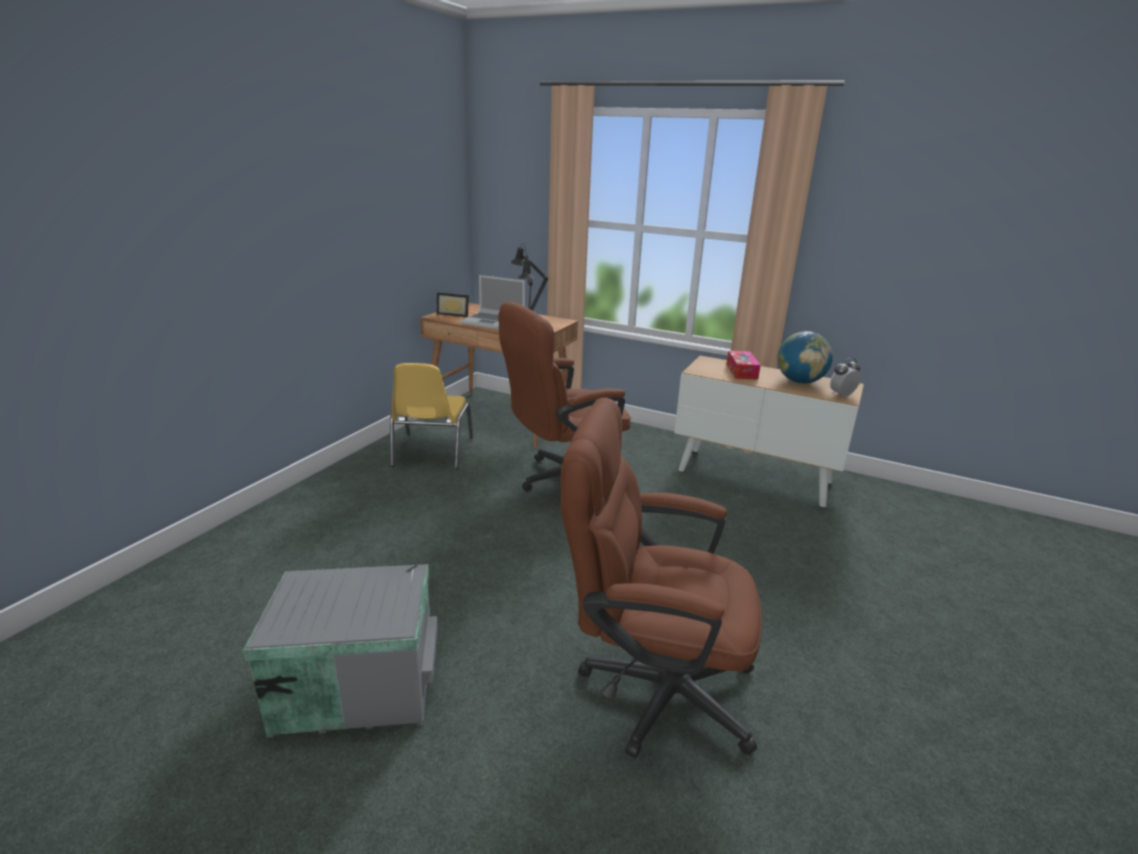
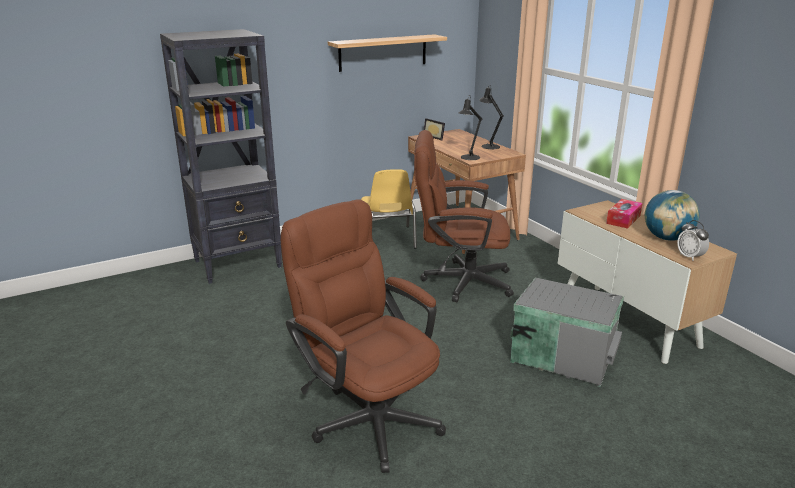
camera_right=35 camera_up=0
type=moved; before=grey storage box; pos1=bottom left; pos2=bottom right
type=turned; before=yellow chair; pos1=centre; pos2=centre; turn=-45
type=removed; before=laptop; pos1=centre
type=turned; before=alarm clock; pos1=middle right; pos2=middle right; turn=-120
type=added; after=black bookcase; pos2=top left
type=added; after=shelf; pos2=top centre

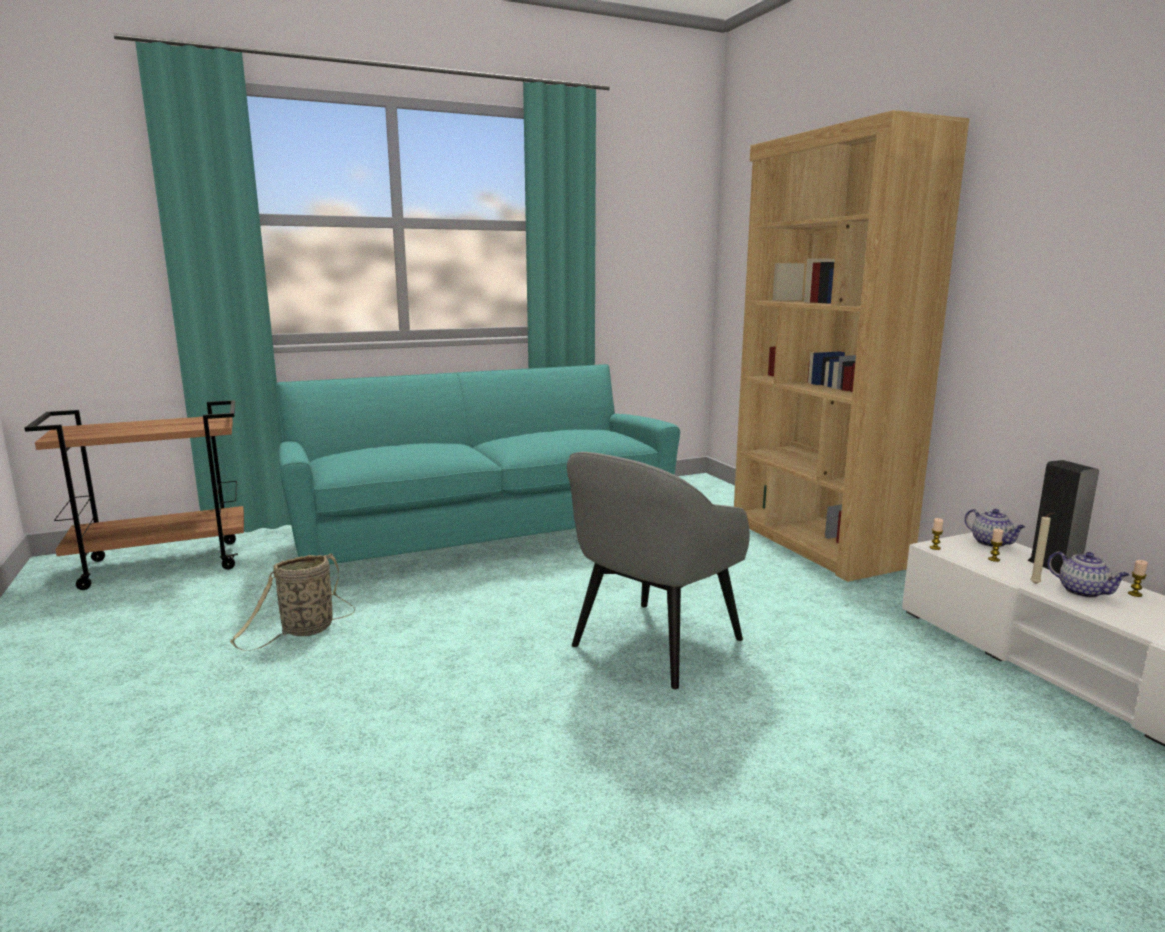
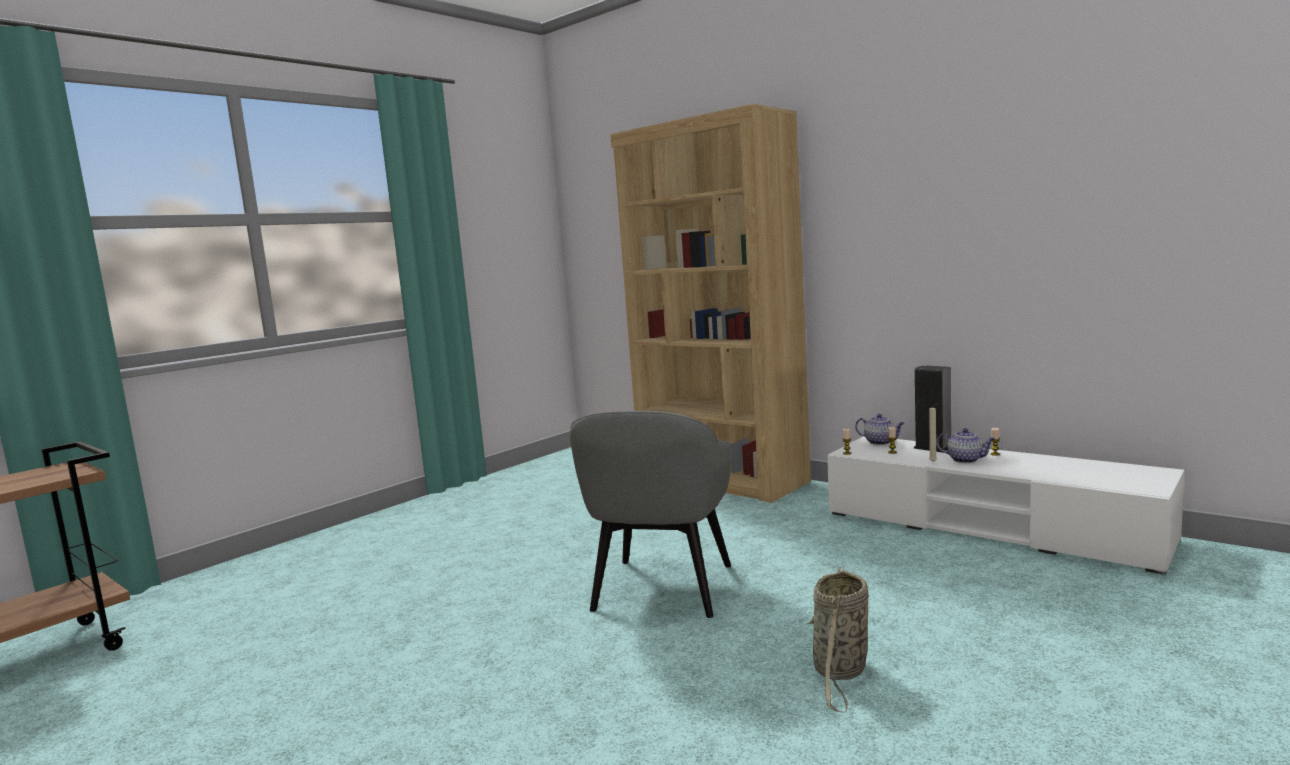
camera_right=-25 camera_up=-5
type=moved; before=basket; pos1=middle left; pos2=bottom centre
type=removed; before=turquoise sofa; pos1=centre

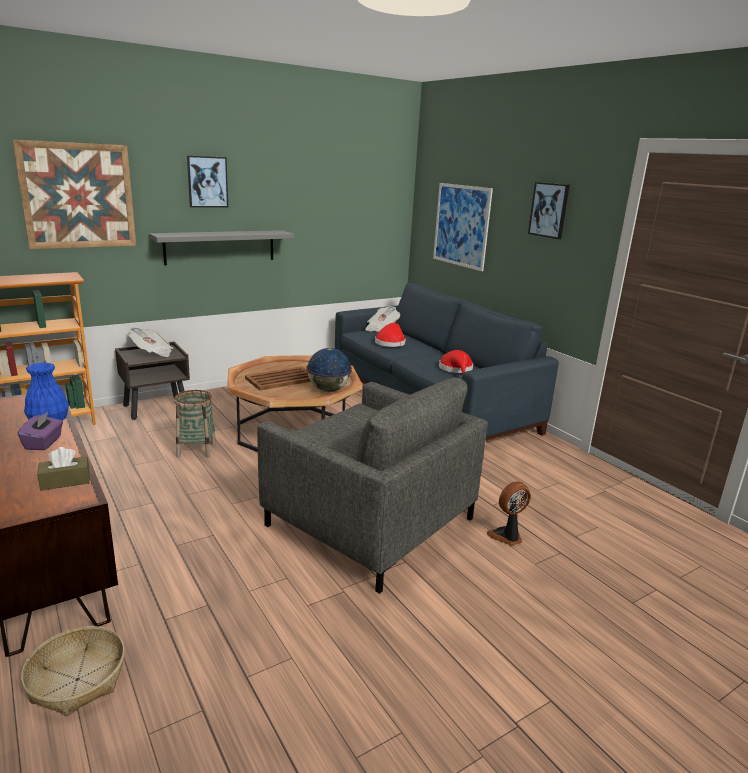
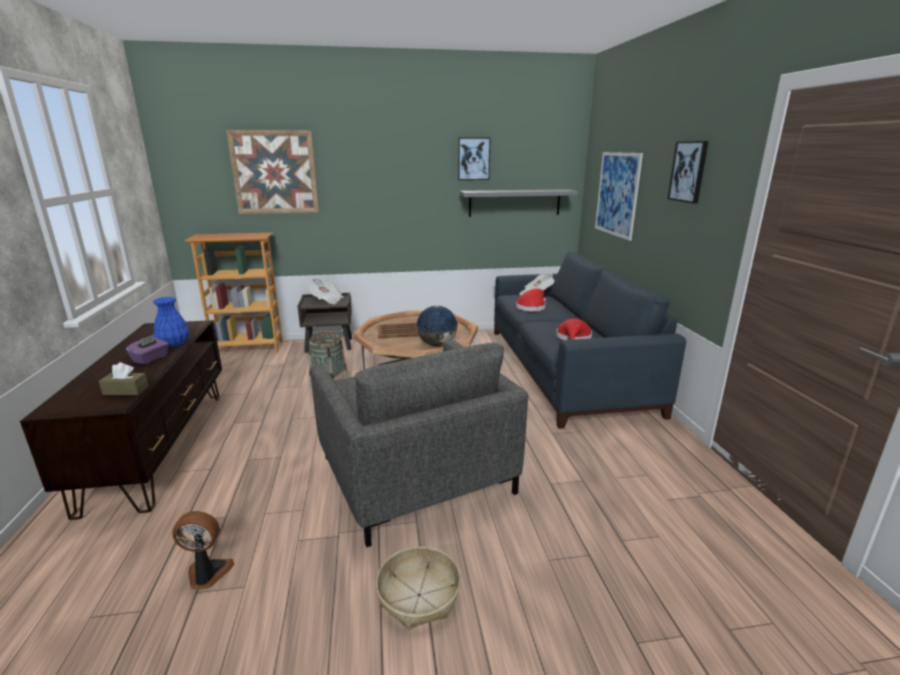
camera_right=25 camera_up=0
type=moved; before=basket (1st from left in the first image); after=basket (2nd from left); pos1=bottom left; pos2=bottom centre
type=moved; before=grey shelf; pos1=top left; pos2=top centre
type=moved; before=picture (2nd from left); pos1=top left; pos2=top centre
type=moved; before=fan; pos1=middle right; pos2=bottom left

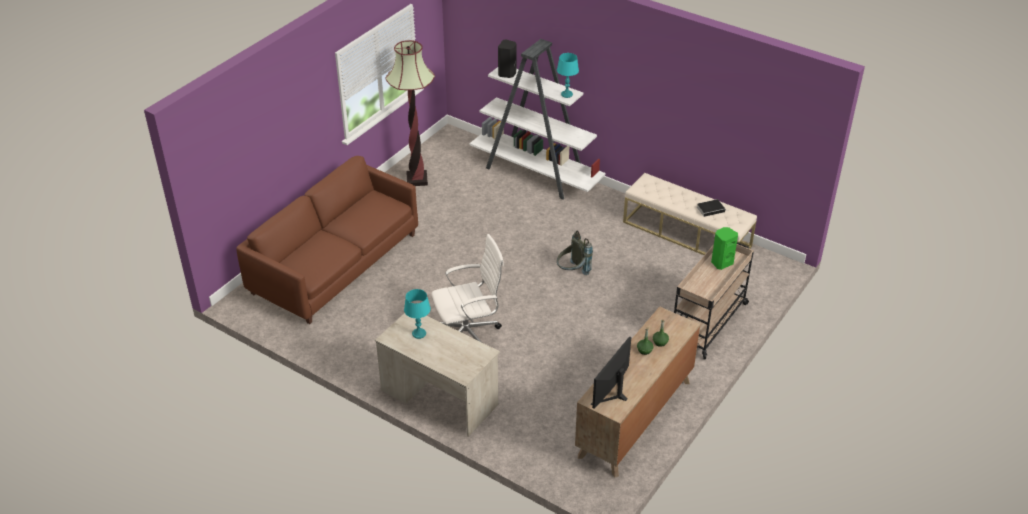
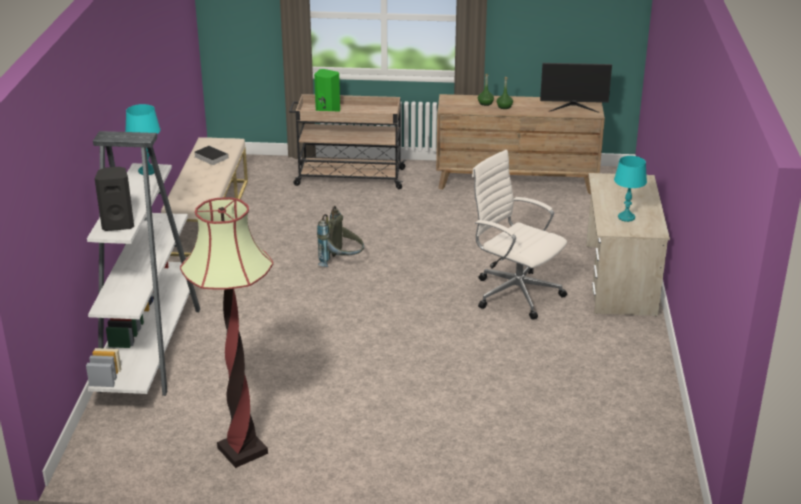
camera_right=-120 camera_up=-10
type=removed; before=brown sofa; pos1=middle left

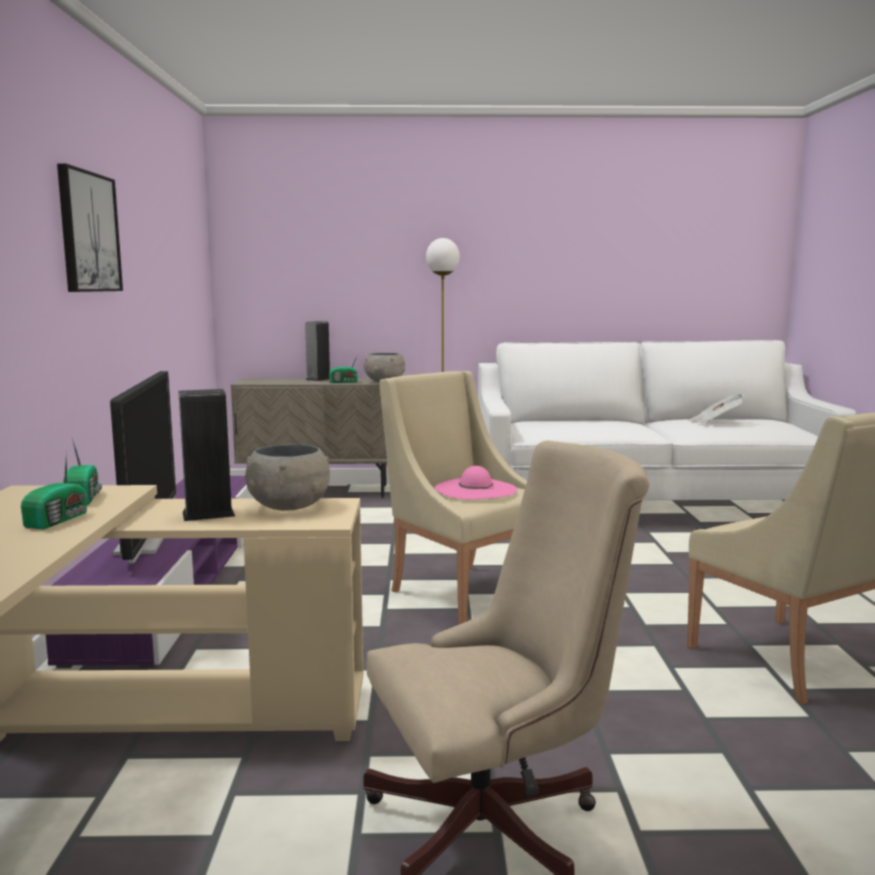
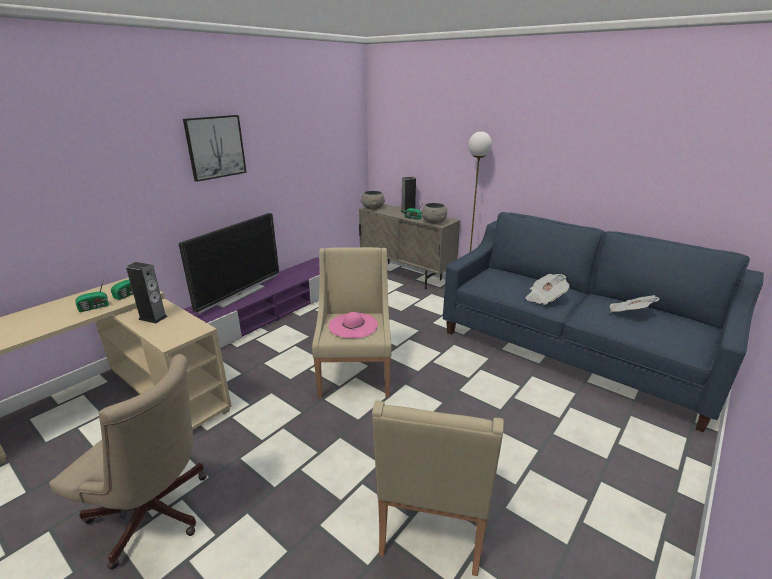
camera_right=40 camera_up=15
type=moved; before=grey bowl (1st from left); pos1=middle left; pos2=centre
type=recoloured; before=white sofa; after=blue sofa; pos1=middle right; pos2=middle right
type=added; after=newspaper (1st from left); pos2=middle right

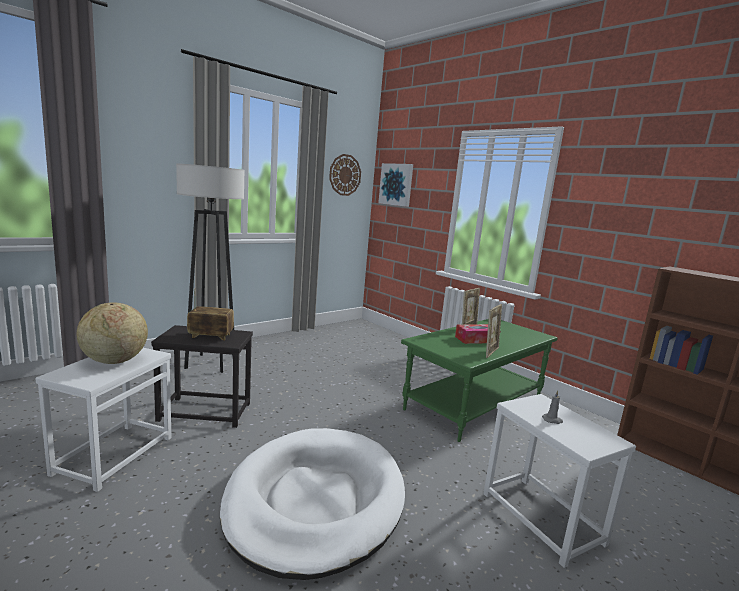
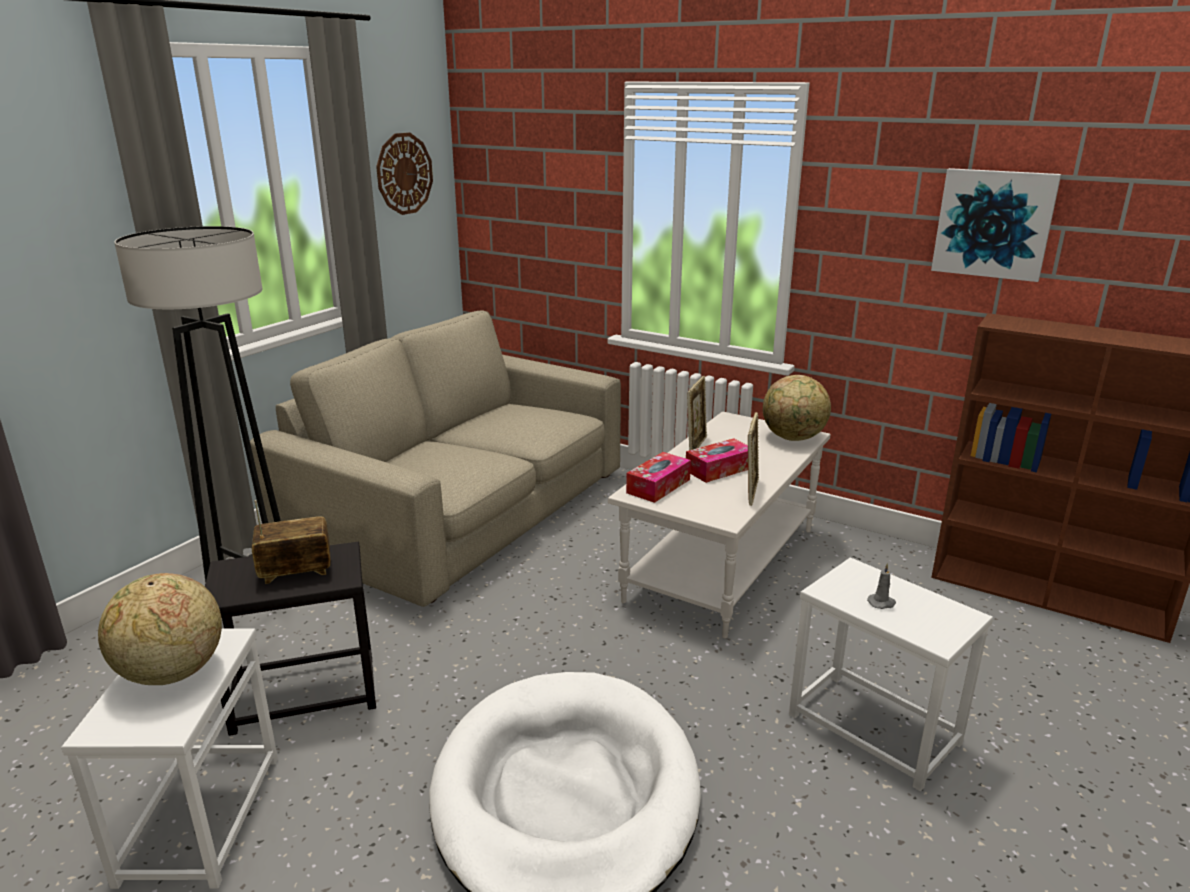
camera_right=-15 camera_up=10
type=moved; before=picture; pos1=top centre; pos2=top right
type=recoloured; before=green coffee table; after=white coffee table; pos1=centre; pos2=centre
type=added; after=beige sofa; pos2=centre
type=added; after=tissue box (1st from left); pos2=centre
type=added; after=globe (2nd from left); pos2=middle right

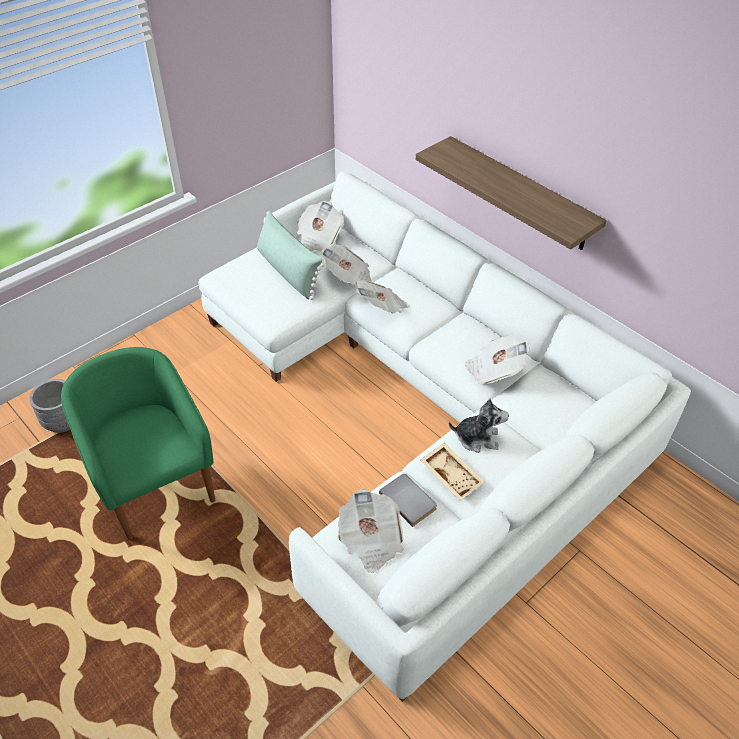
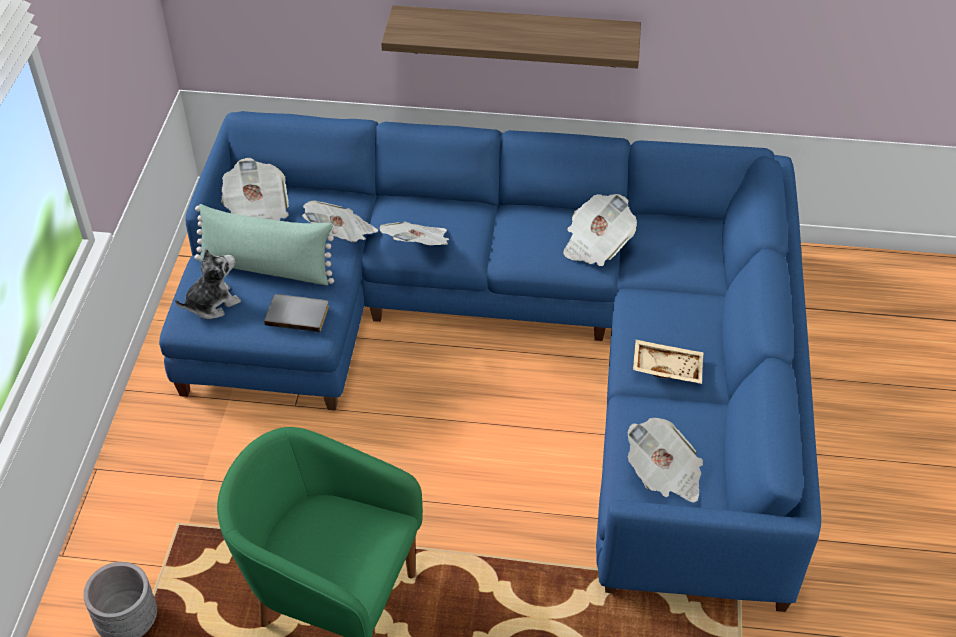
camera_right=-40 camera_up=0
type=recoloured; before=white sofa; after=blue sofa; pos1=centre; pos2=centre
type=moved; before=grey book; pos1=bottom centre; pos2=middle left
type=moved; before=plush toy; pos1=centre; pos2=middle left

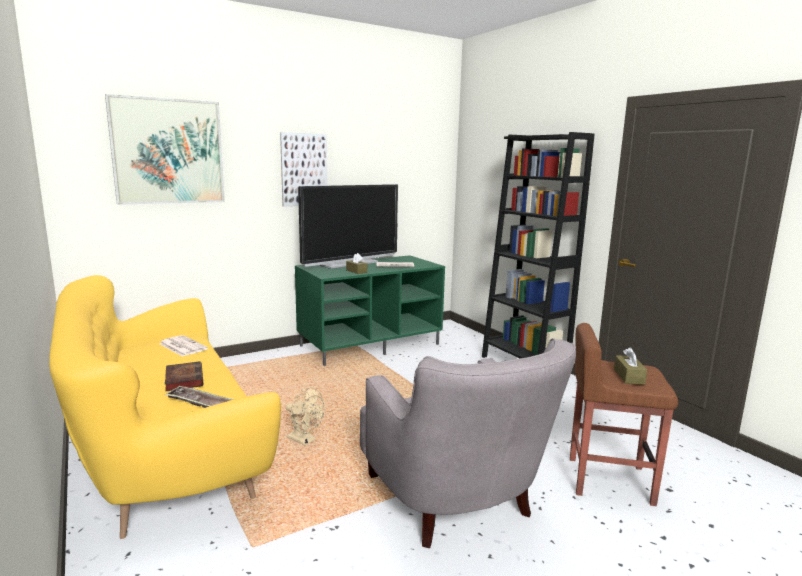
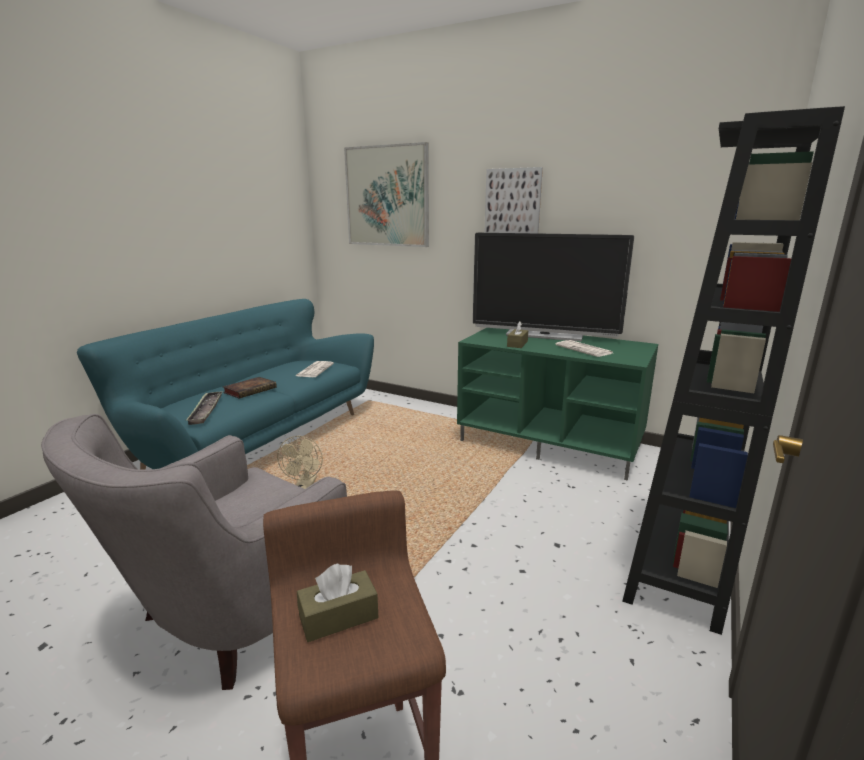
camera_right=60 camera_up=5
type=recoloured; before=yellow sofa; after=turquoise sofa; pos1=bottom left; pos2=middle left

